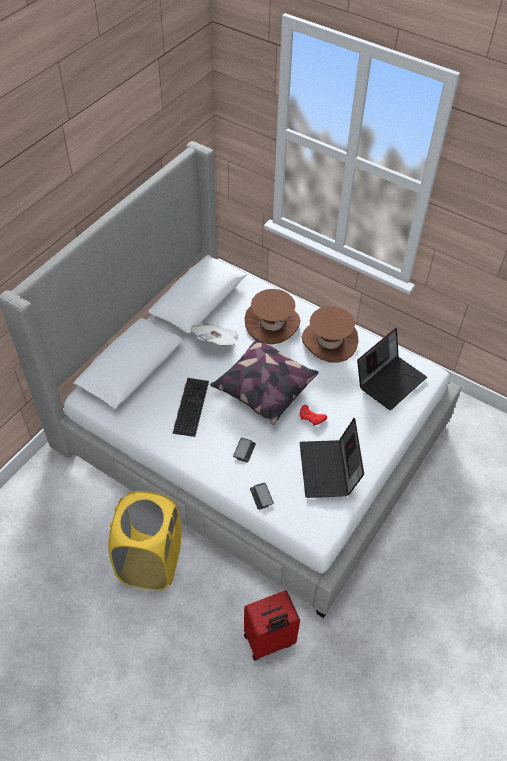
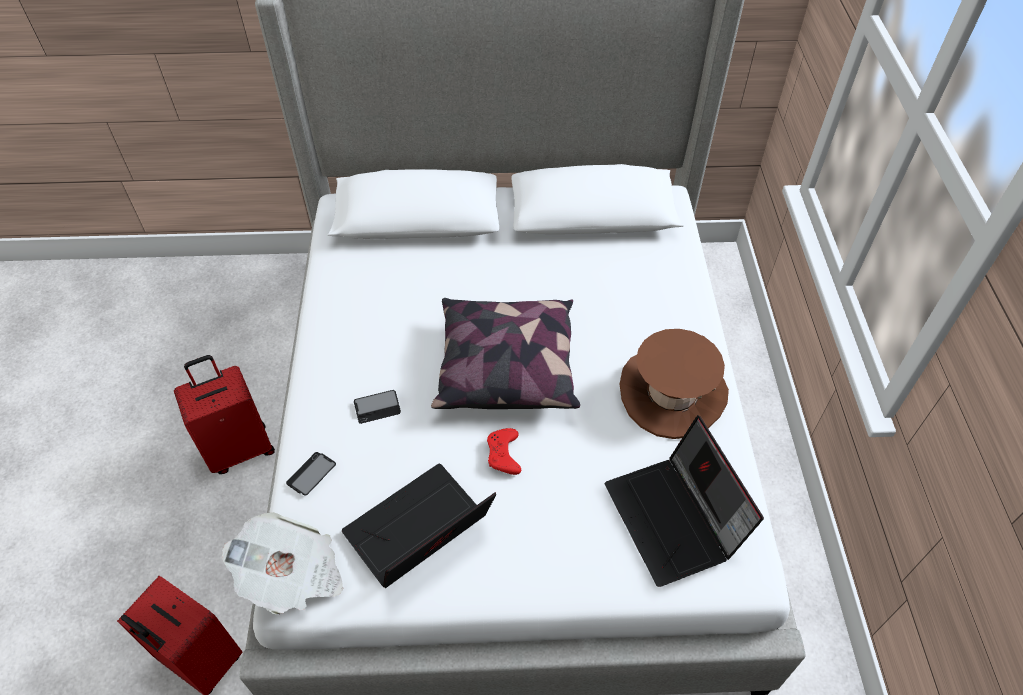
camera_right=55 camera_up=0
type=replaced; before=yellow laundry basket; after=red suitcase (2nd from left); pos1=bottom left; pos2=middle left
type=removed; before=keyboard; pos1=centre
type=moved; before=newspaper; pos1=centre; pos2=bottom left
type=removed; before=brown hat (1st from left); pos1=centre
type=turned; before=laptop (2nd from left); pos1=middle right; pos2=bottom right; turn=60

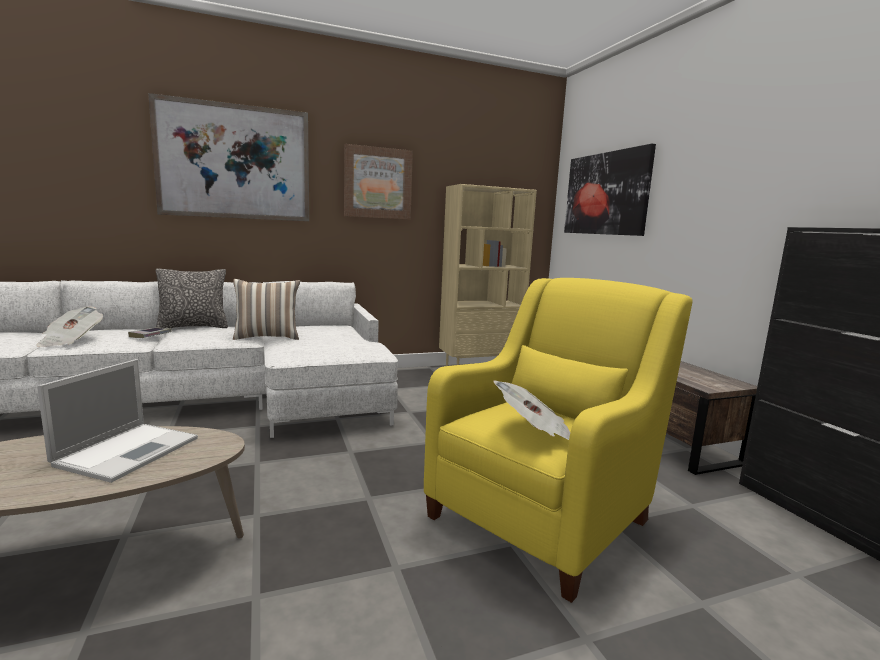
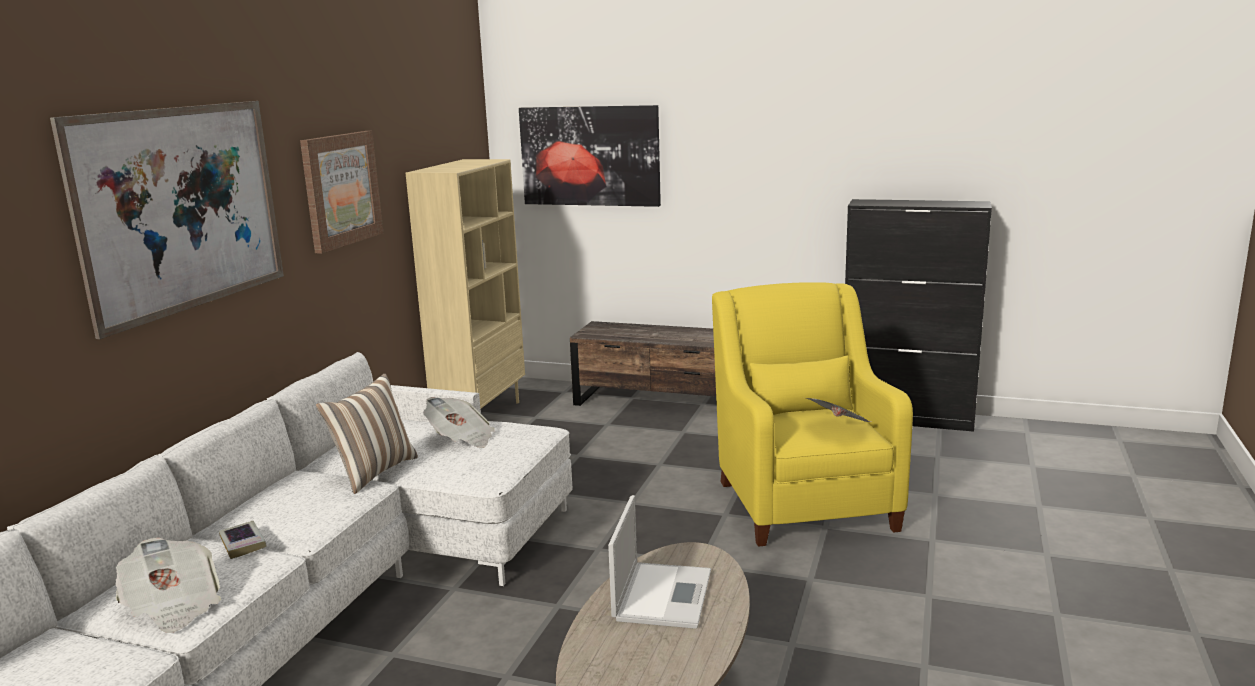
camera_right=-50 camera_up=5
type=turned; before=laptop; pos1=middle left; pos2=bottom centre; turn=45
type=removed; before=pillow (1st from left); pos1=middle left
type=added; after=newspaper (2nd from left); pos2=centre

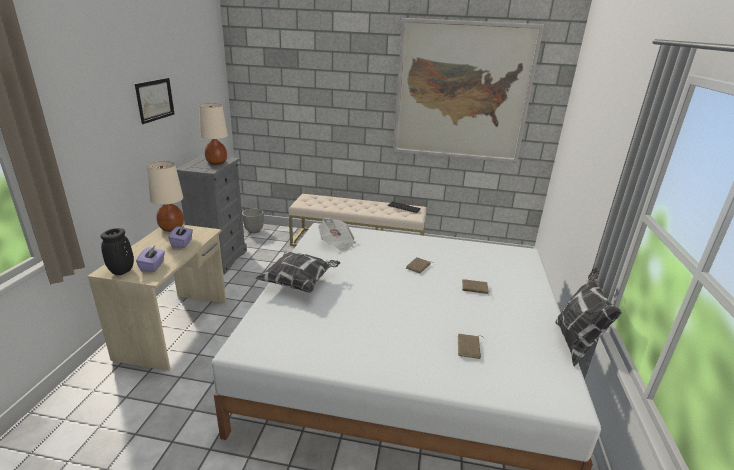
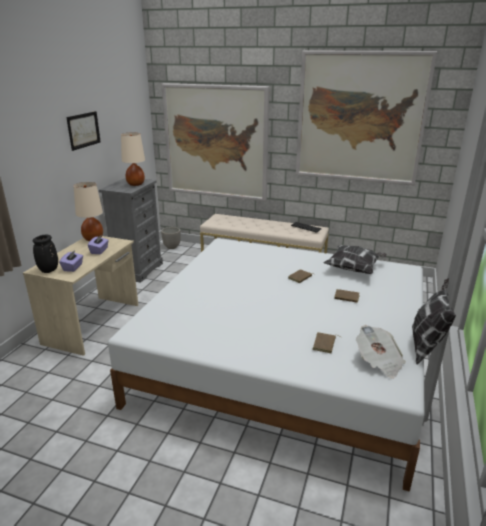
camera_right=10 camera_up=0
type=moved; before=pillow (1st from left); pos1=centre; pos2=middle right
type=moved; before=newspaper; pos1=centre; pos2=bottom right
type=added; after=picture (2nd from left); pos2=top centre

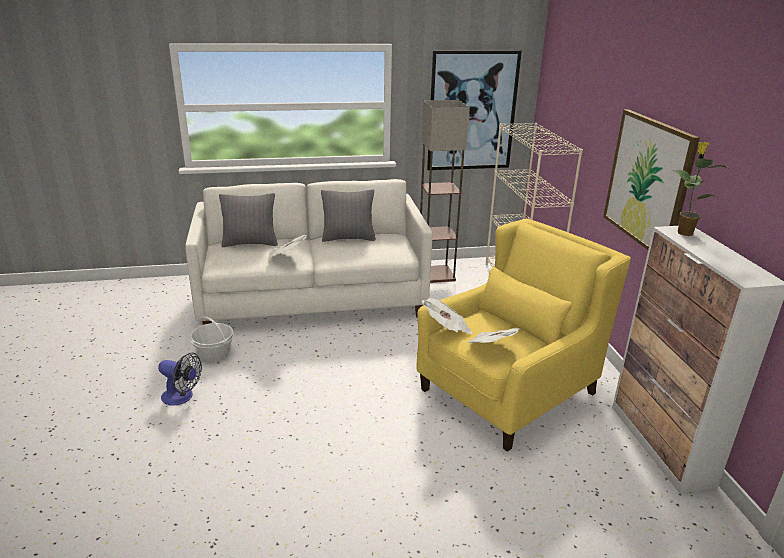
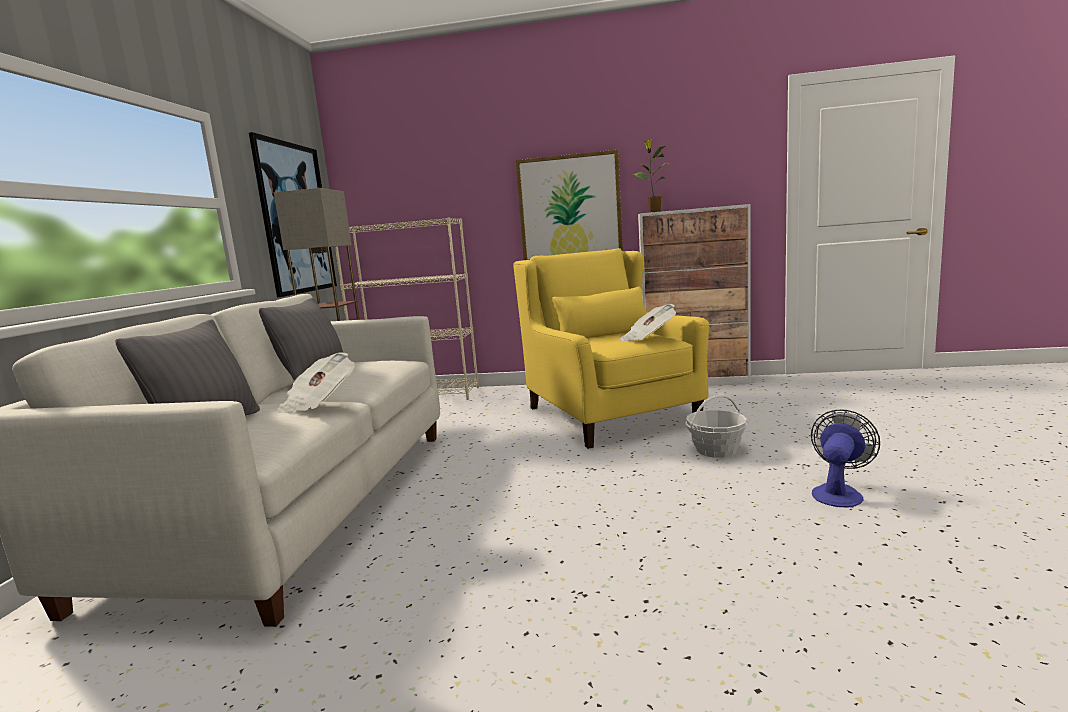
camera_right=-70 camera_up=-15
type=moved; before=fan; pos1=bottom left; pos2=middle right
type=moved; before=basket; pos1=middle left; pos2=middle right
type=removed; before=newspaper (2nd from left); pos1=centre

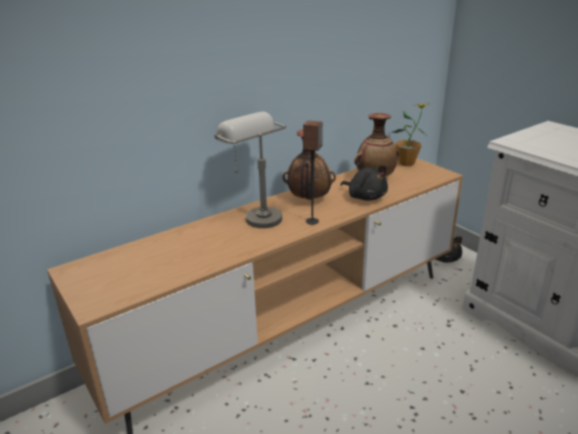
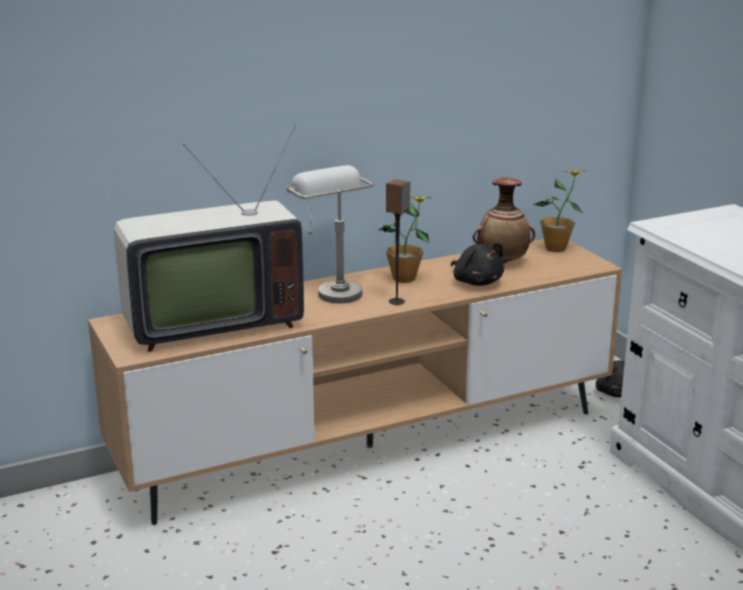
camera_right=10 camera_up=-5
type=replaced; before=vase (1st from left); after=potted plant (1st from left); pos1=centre; pos2=centre
type=added; after=television; pos2=middle left

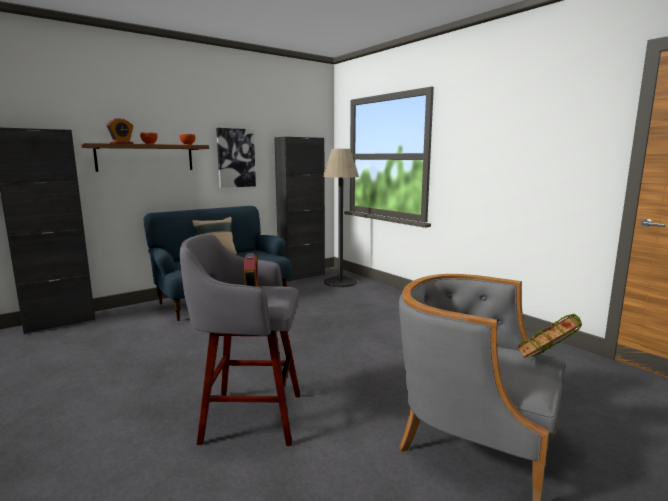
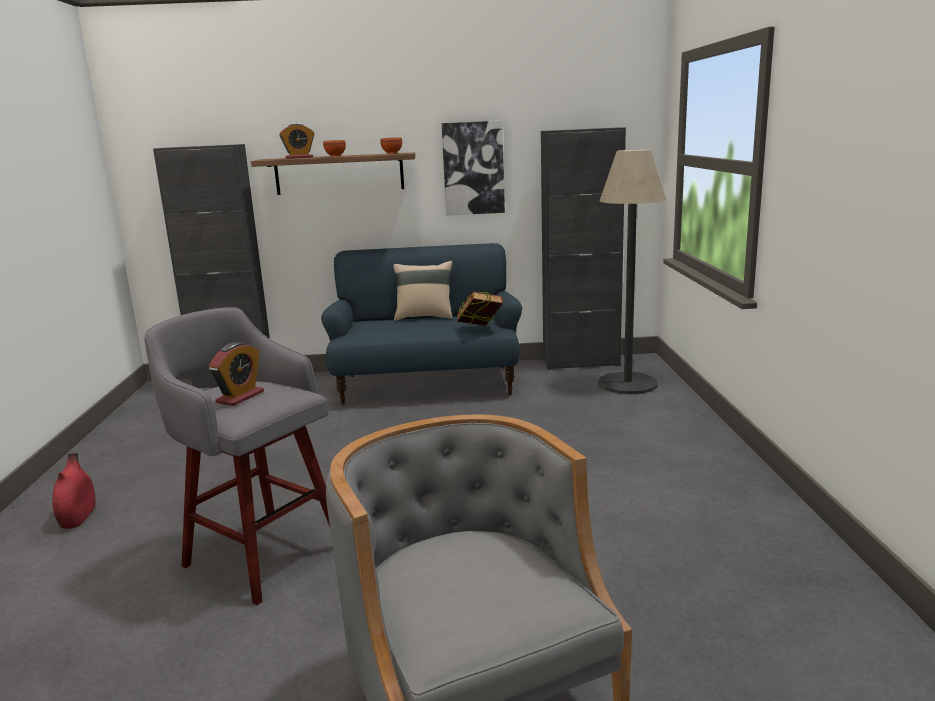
camera_right=35 camera_up=5
type=moved; before=book; pos1=bottom right; pos2=centre
type=added; after=red vase; pos2=bottom left

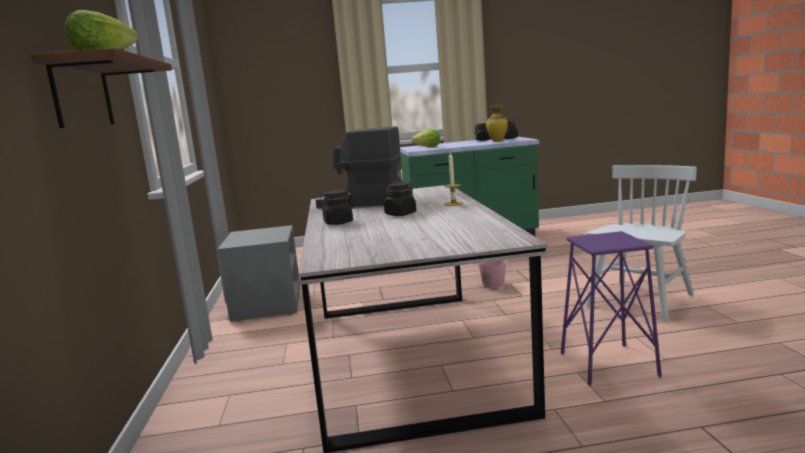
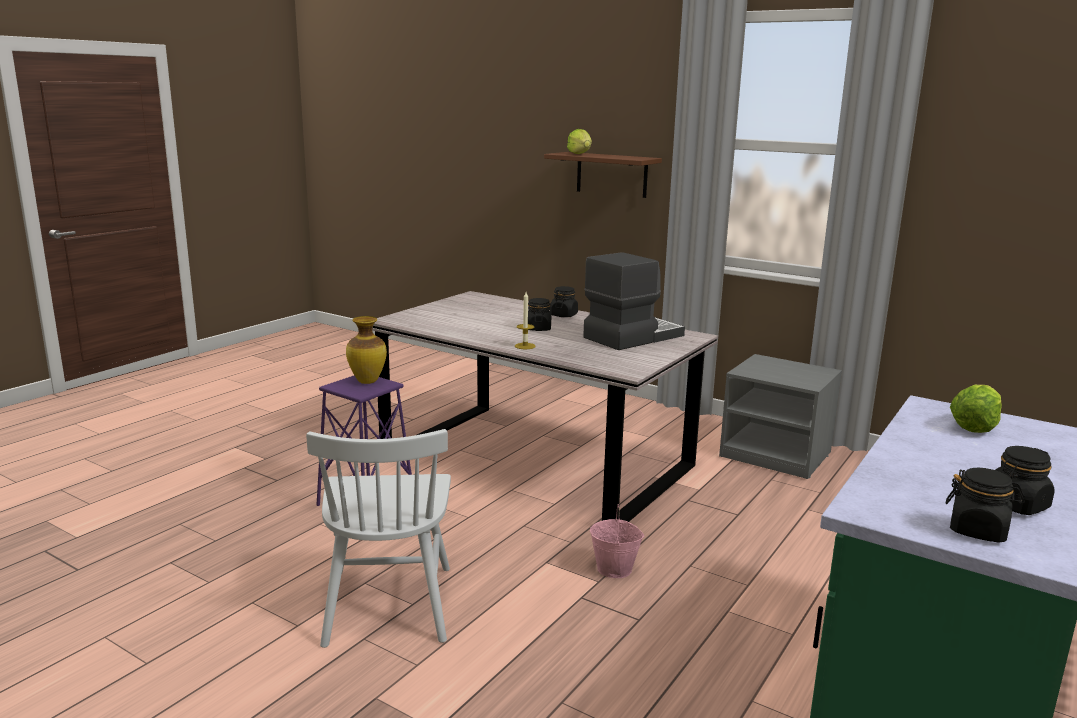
camera_right=130 camera_up=5
type=moved; before=vase; pos1=top centre; pos2=centre

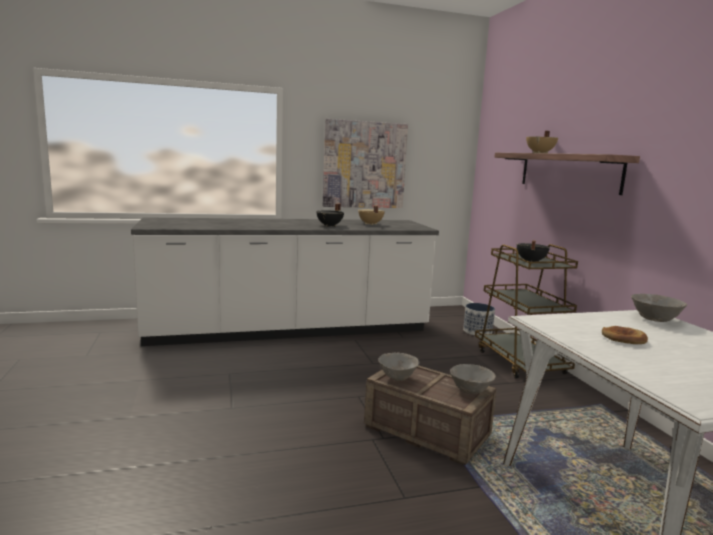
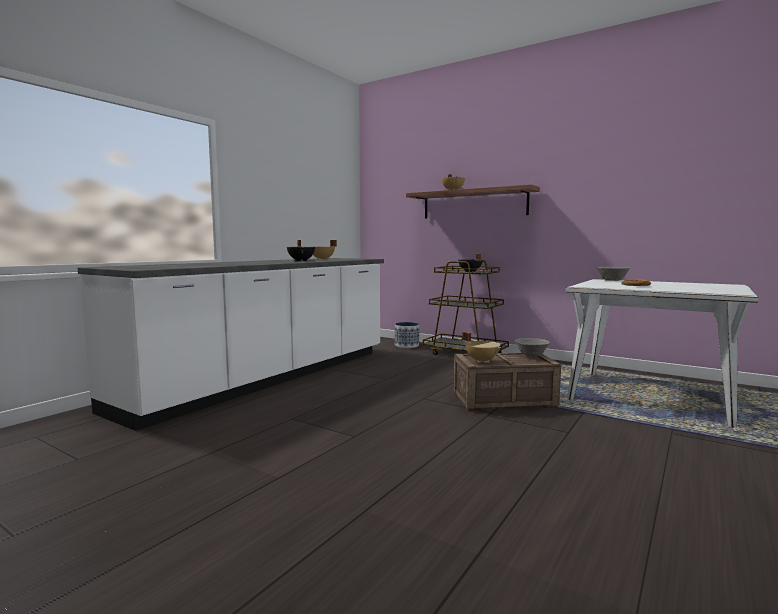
camera_right=-40 camera_up=-5
type=removed; before=picture; pos1=top centre
type=replaced; before=grey bowl (1st from left); after=beige cooking pot (3rd from left); pos1=bottom centre; pos2=centre

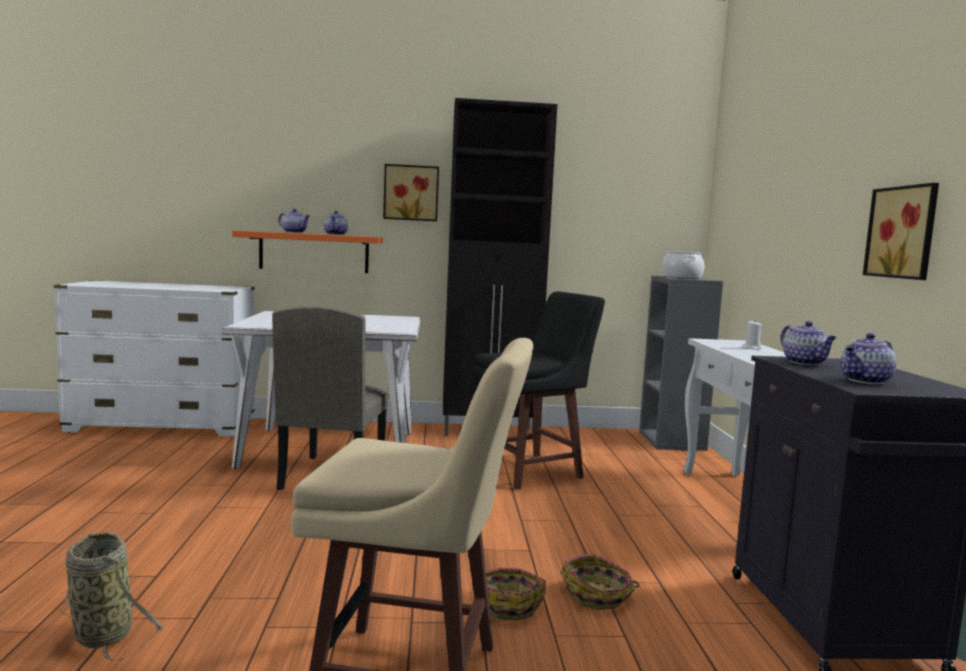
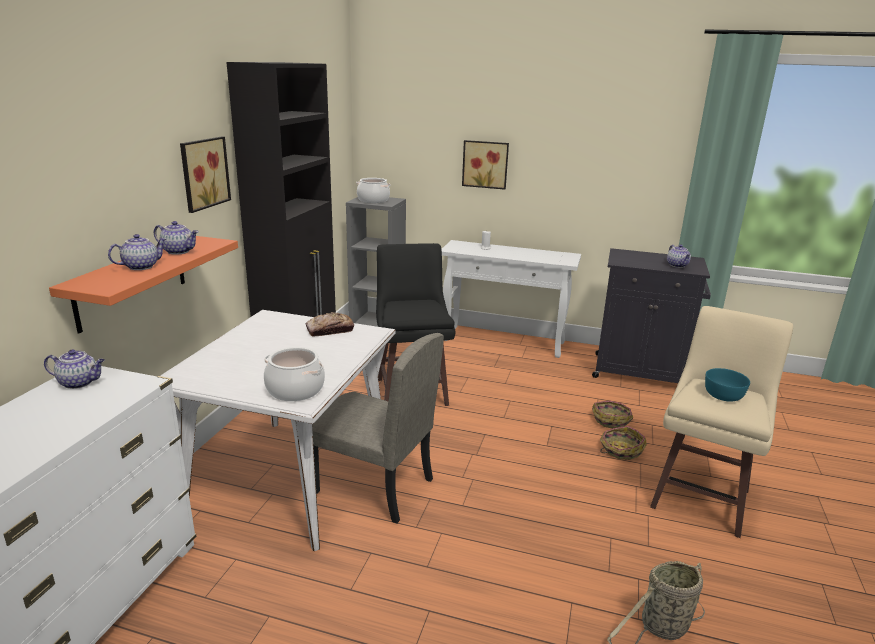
camera_right=-70 camera_up=15
type=moved; before=teapot (3rd from left in the first image); after=teapot (1st from left); pos1=middle right; pos2=middle left
type=moved; before=picture (2nd from left); pos1=middle right; pos2=top centre
type=added; after=cooking pot (1st from left); pos2=centre
type=added; after=bread; pos2=centre
type=added; after=turquoise bowl; pos2=middle right

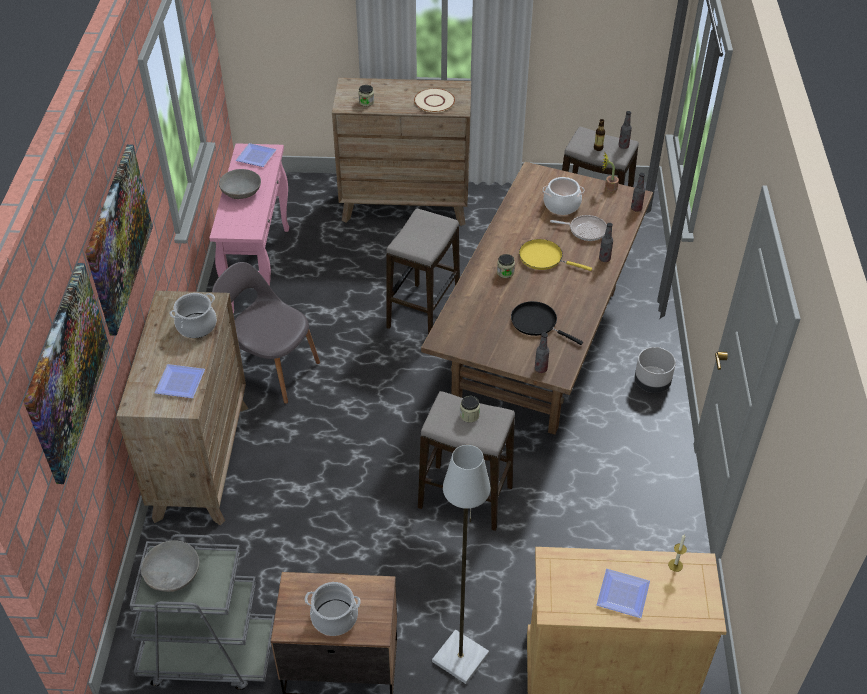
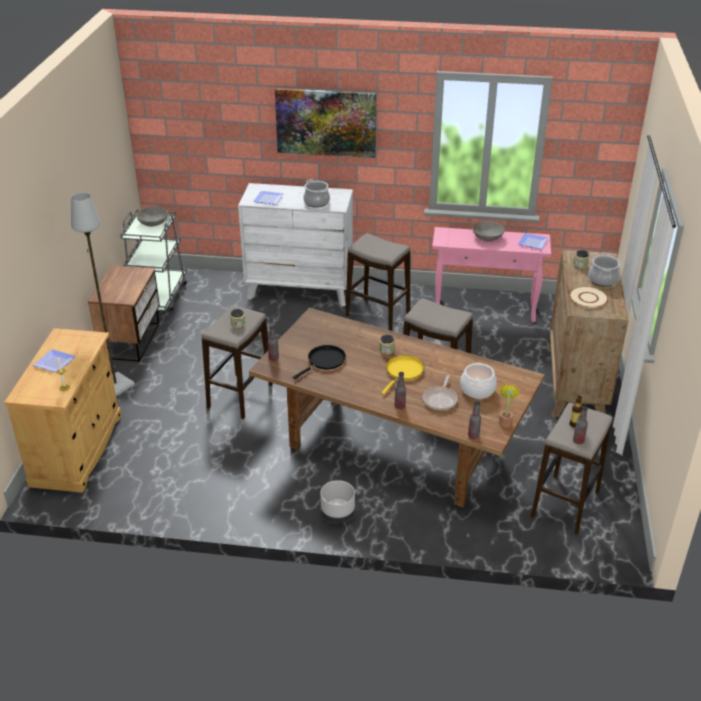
camera_right=95 camera_up=-10
type=removed; before=picture (1st from left); pos1=middle left
type=recoloured; before=brown dresser (1st from left); after=white dresser; pos1=middle left; pos2=centre
type=replaced; before=grey chair; after=stool (2nd from left); pos1=middle left; pos2=centre
type=moved; before=cooking pot (2nd from left in the first image); after=cooking pot (3rd from left); pos1=bottom centre; pos2=middle right

